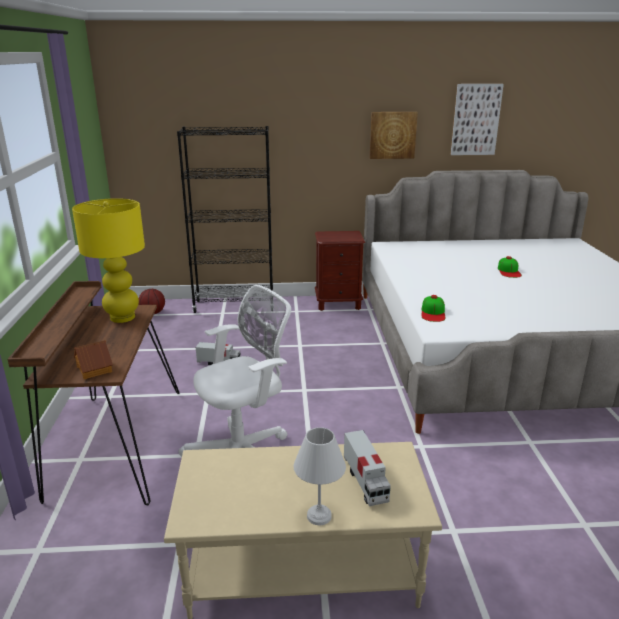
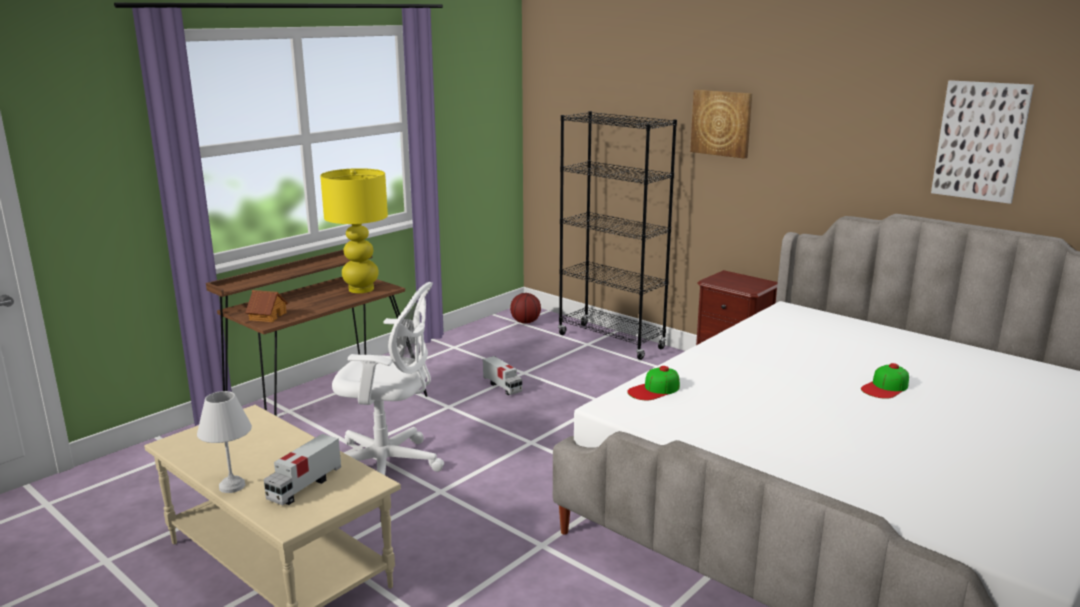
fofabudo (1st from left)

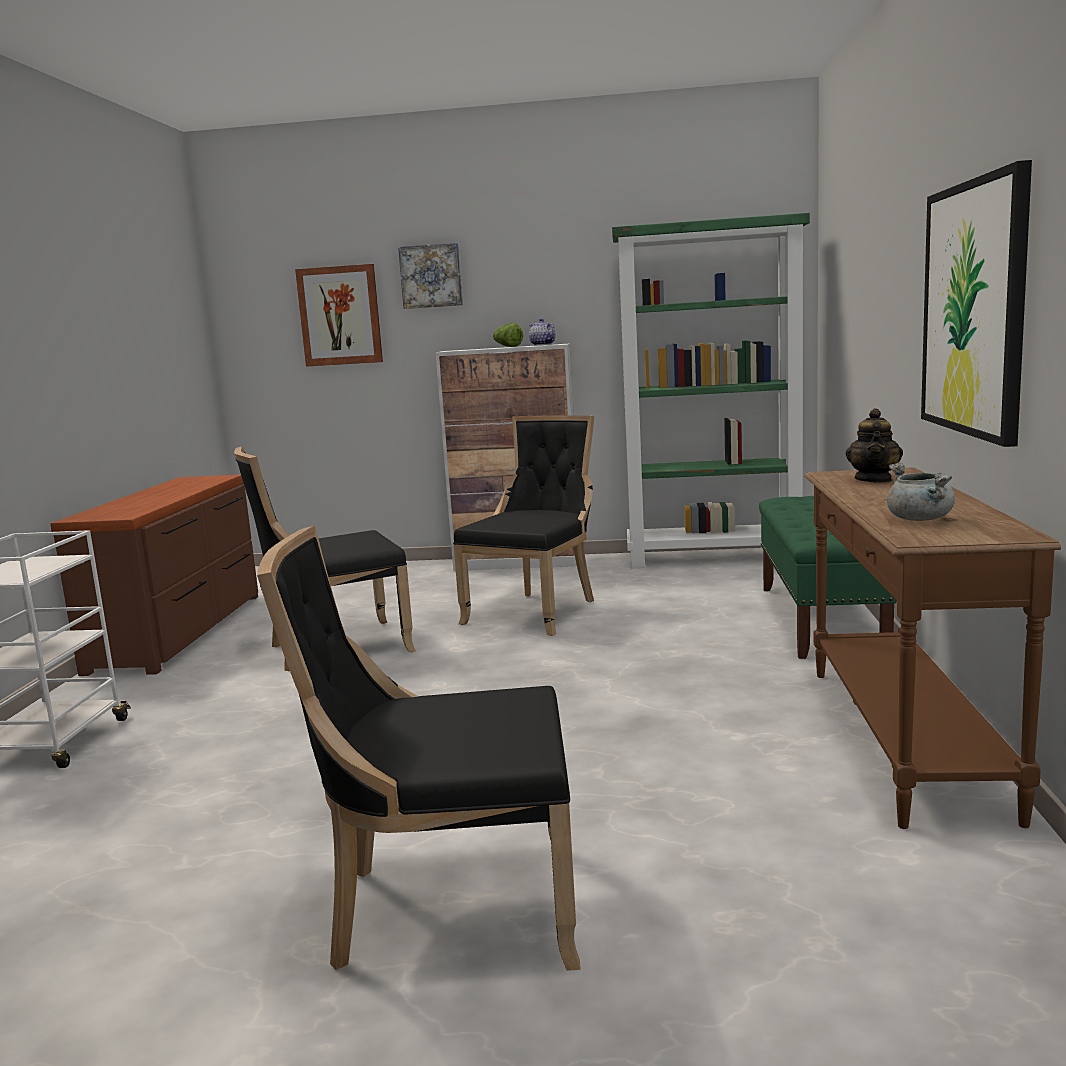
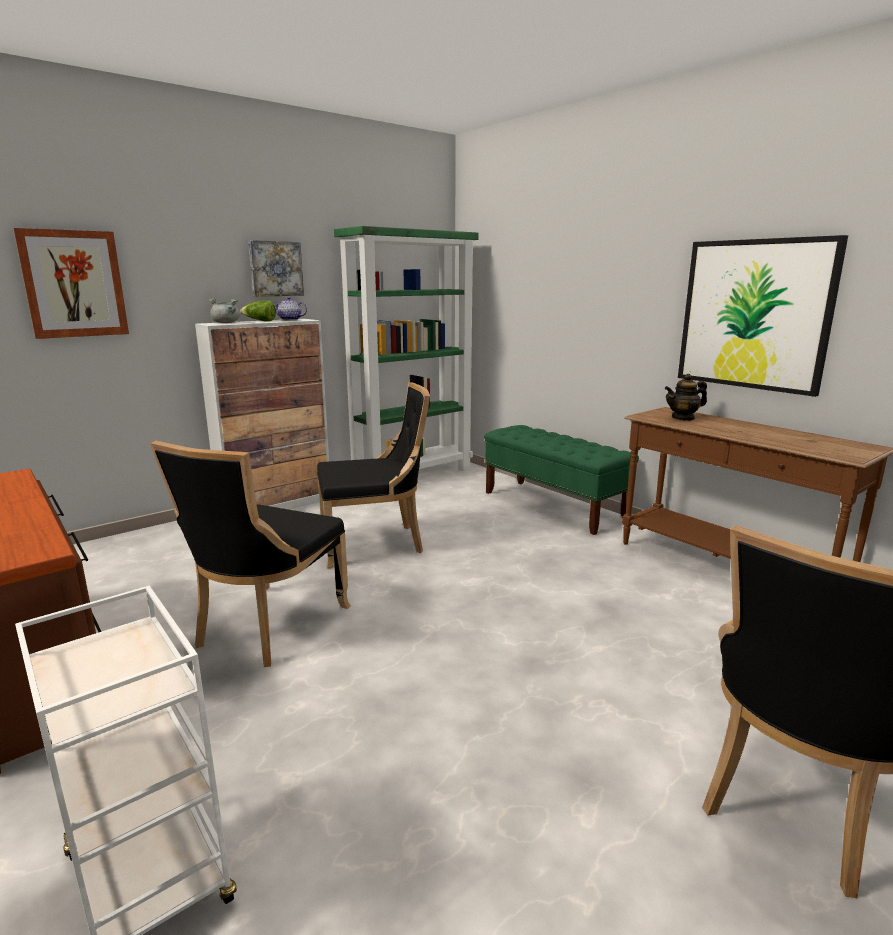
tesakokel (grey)
fofabudo (2nd from left)
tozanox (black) (2nd from left)
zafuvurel (2nd from left)

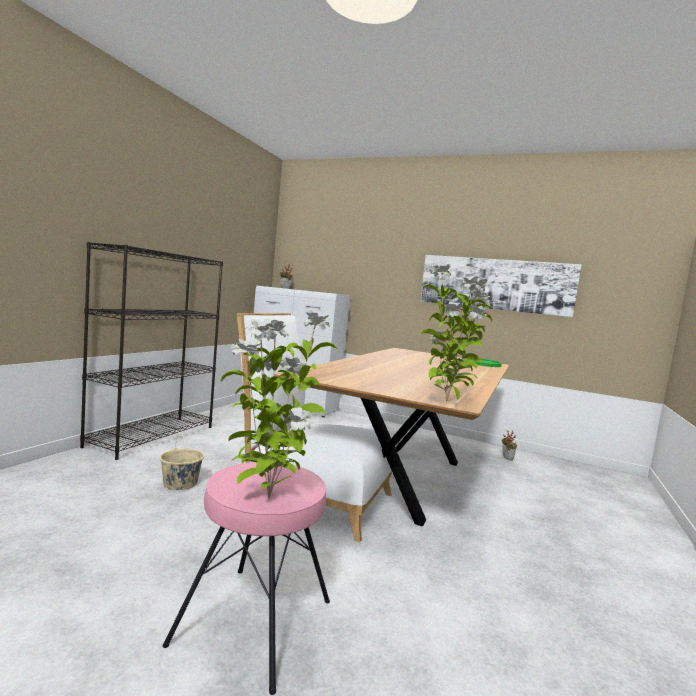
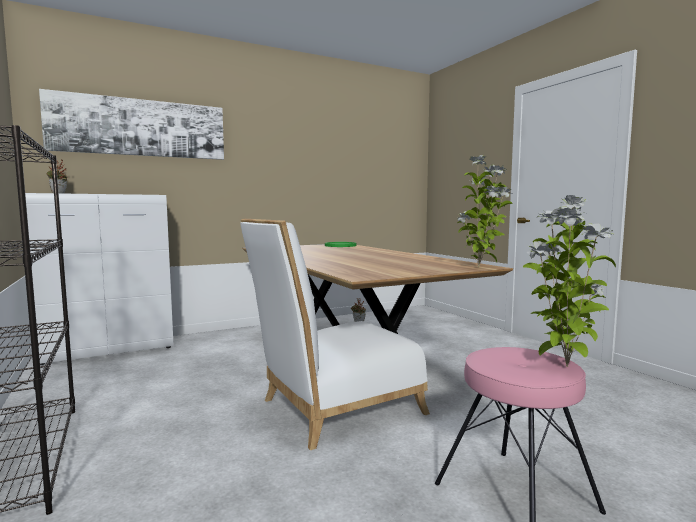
fofabudo
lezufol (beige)

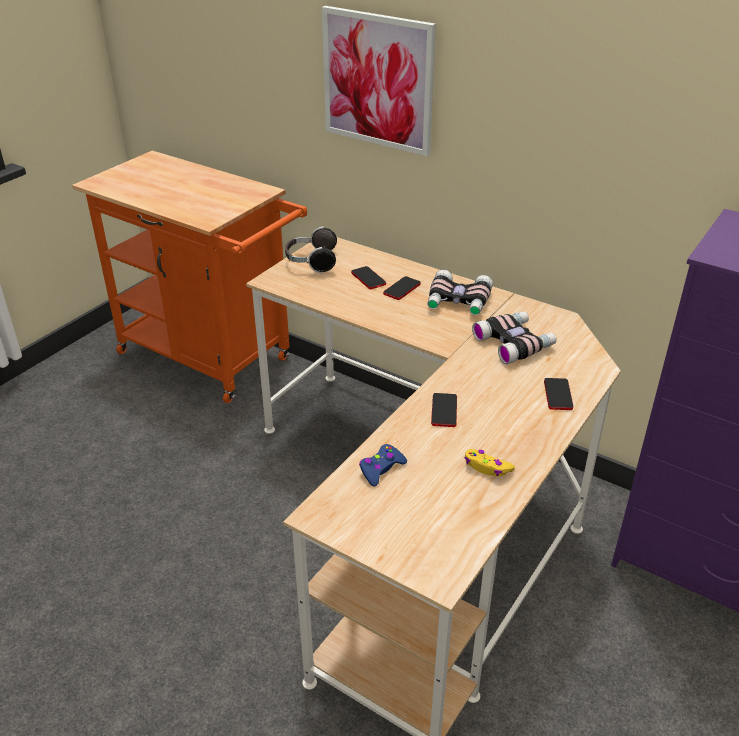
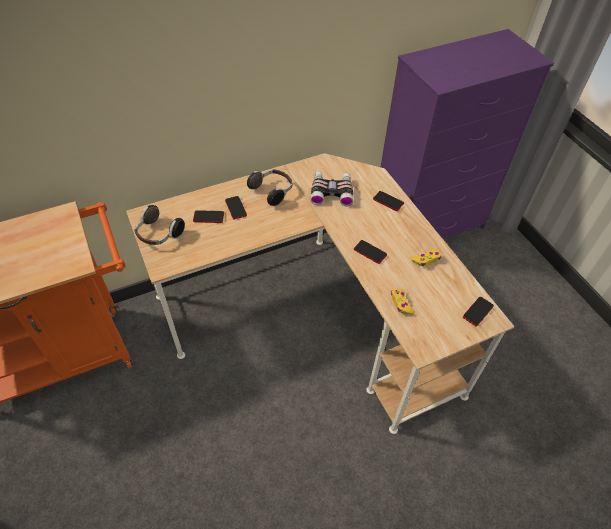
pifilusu (2nd from left)
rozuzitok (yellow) (1st from left)
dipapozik (5th from left)
fofabudo

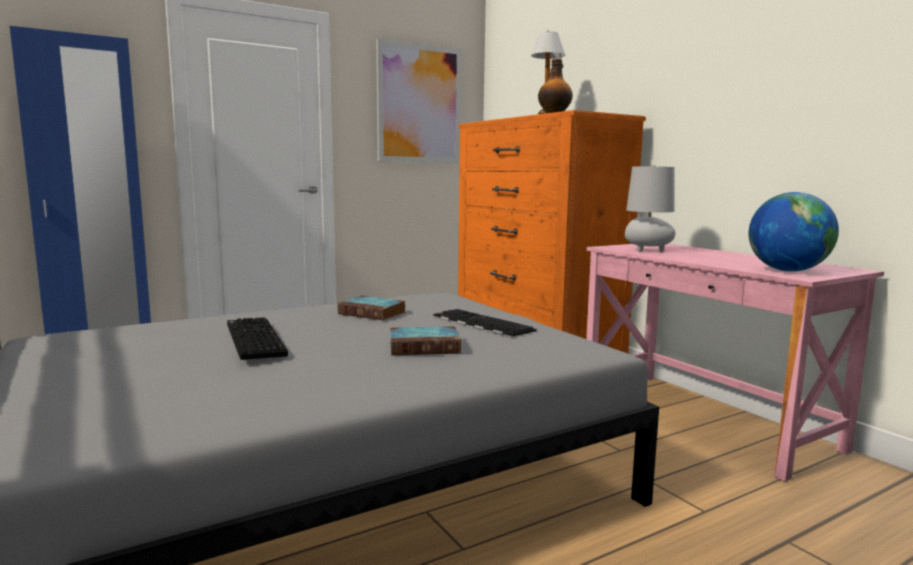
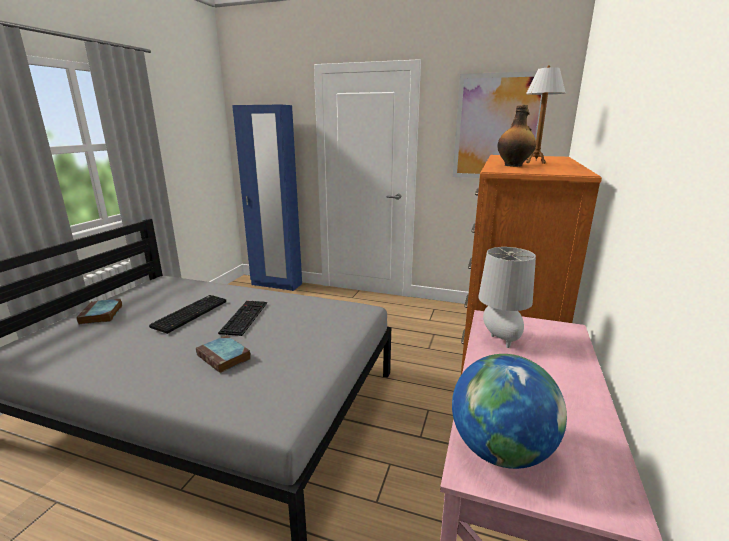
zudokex (1st from left)
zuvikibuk (2nd from left)

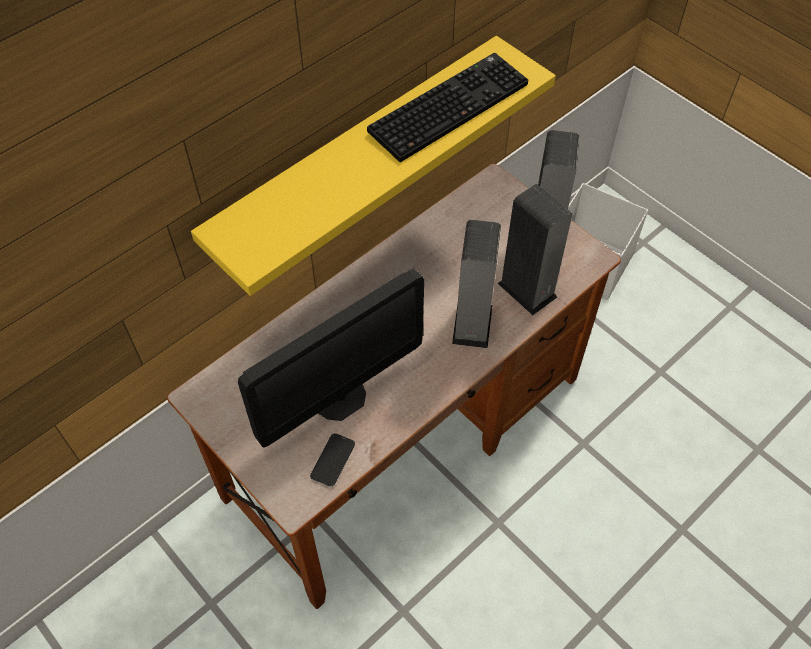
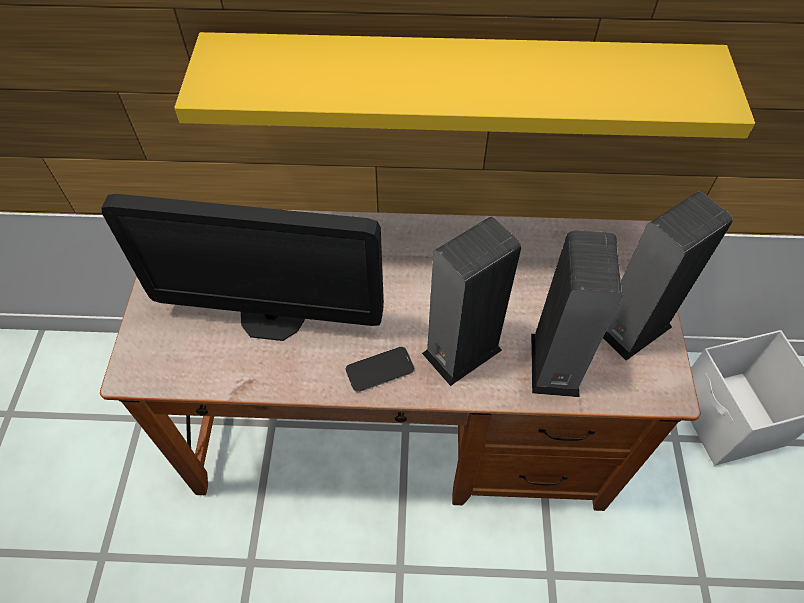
dipapozik
zuvikibuk

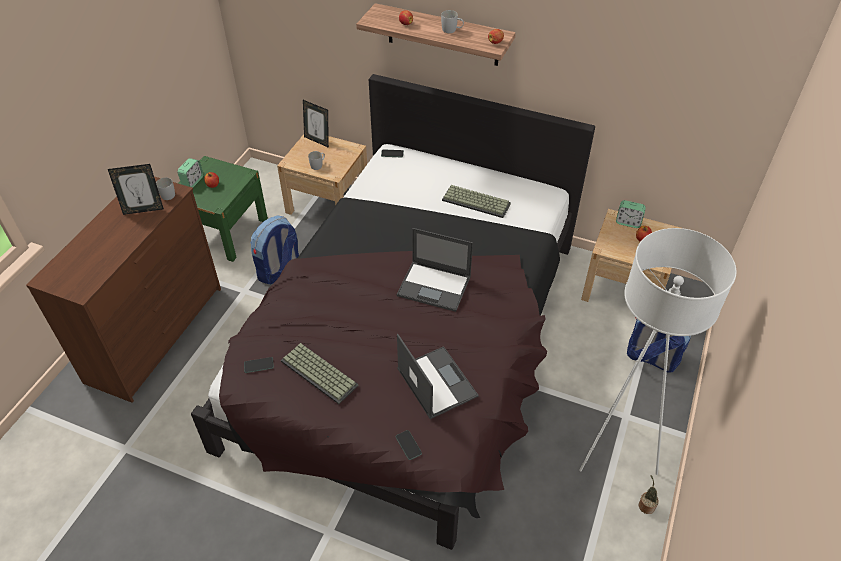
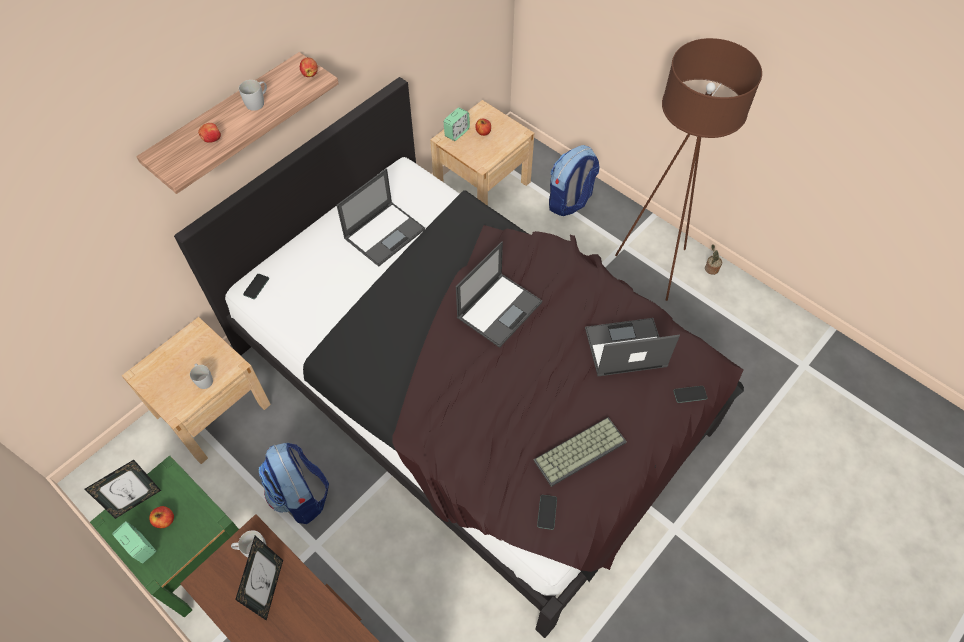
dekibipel (1st from left)
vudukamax (1st from left)
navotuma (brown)

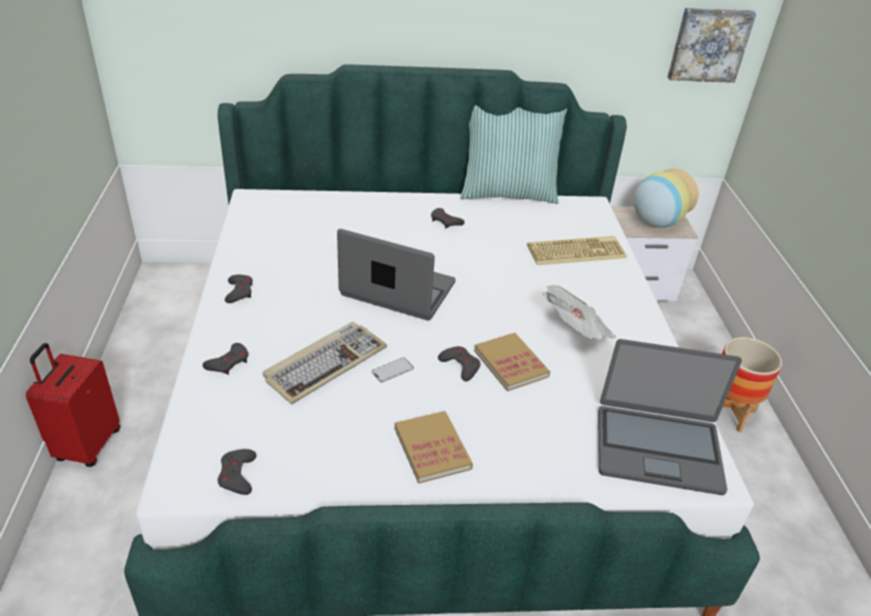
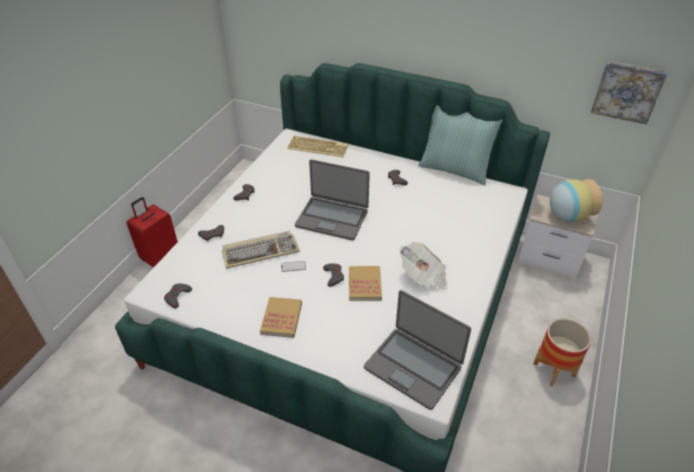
zuvikibuk (2nd from left)
vudukamax (1st from left)

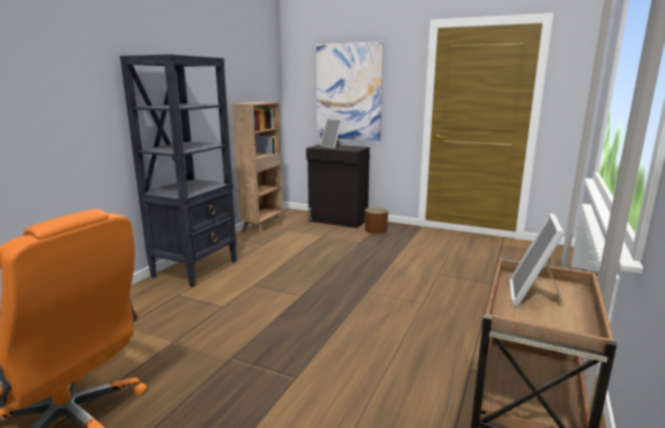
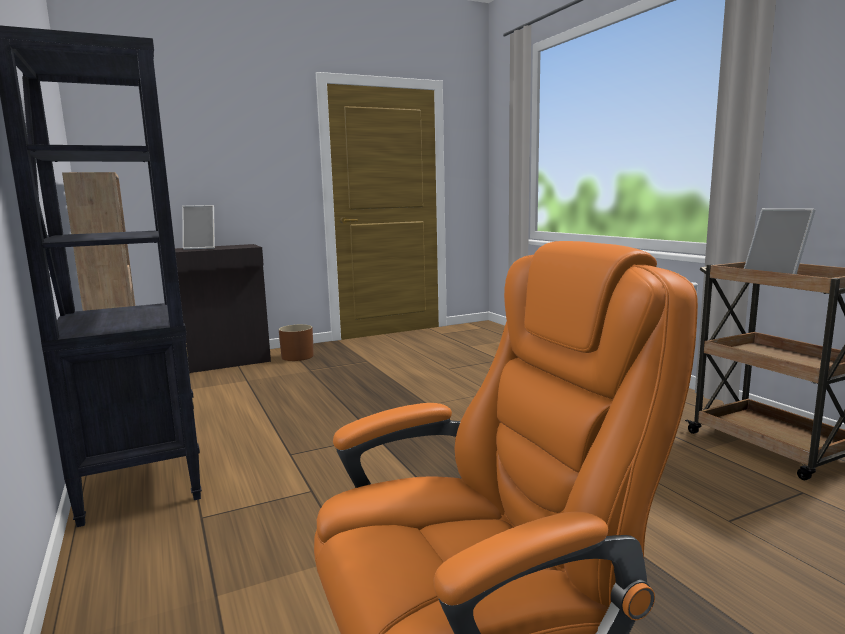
fofabudo

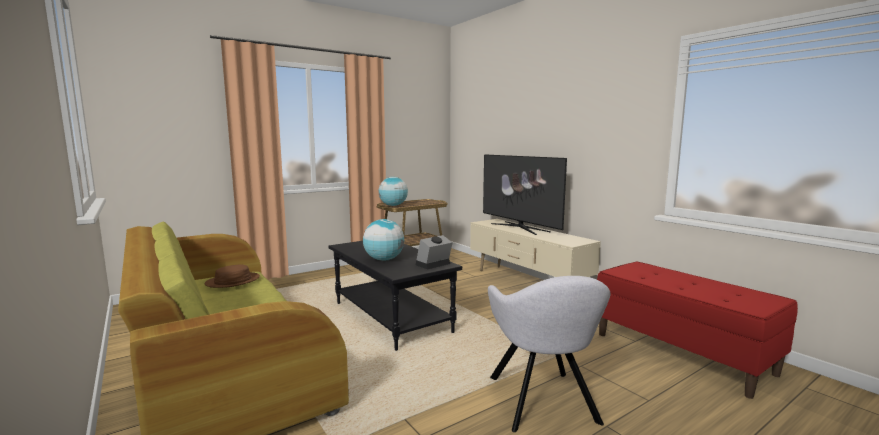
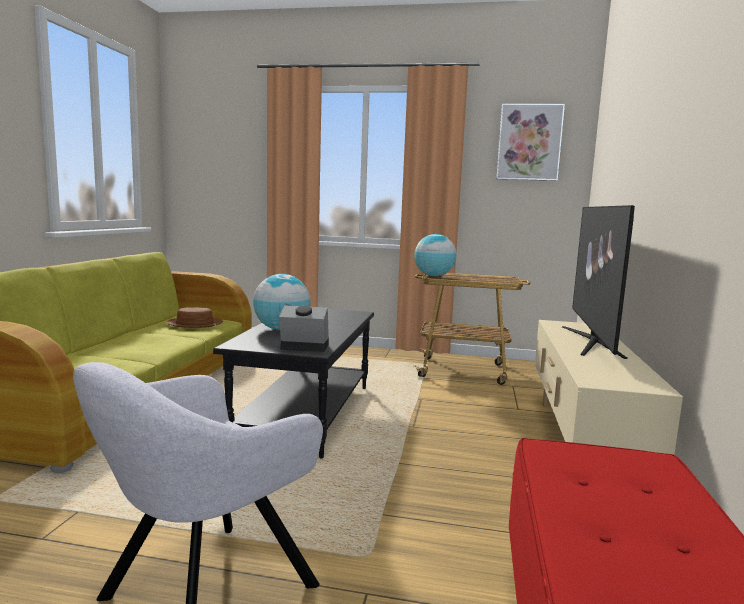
fofabudo

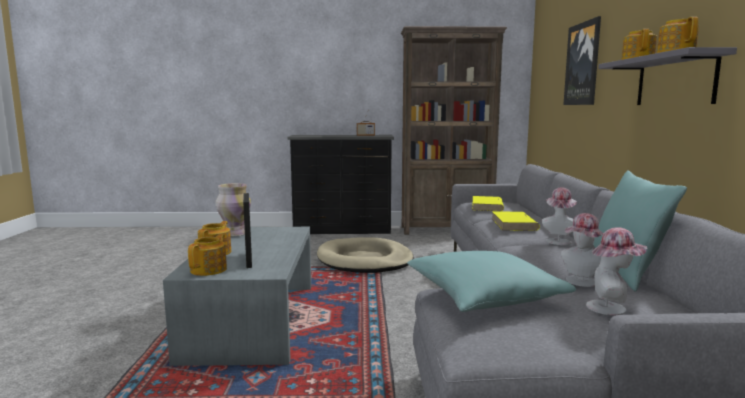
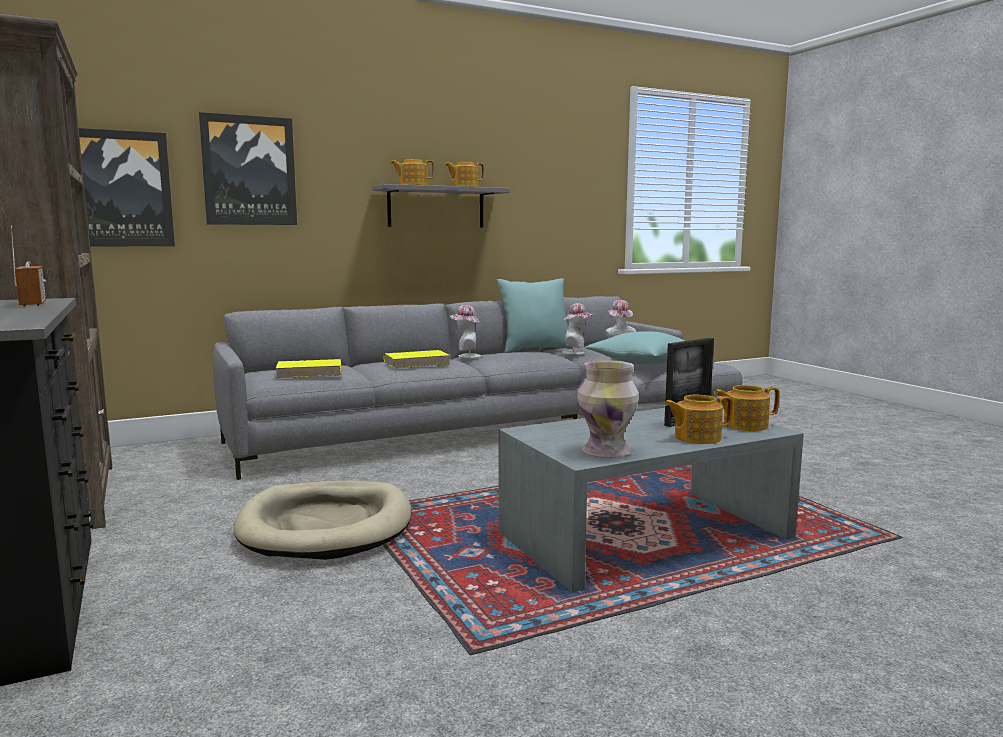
fofabudo (1st from left)

